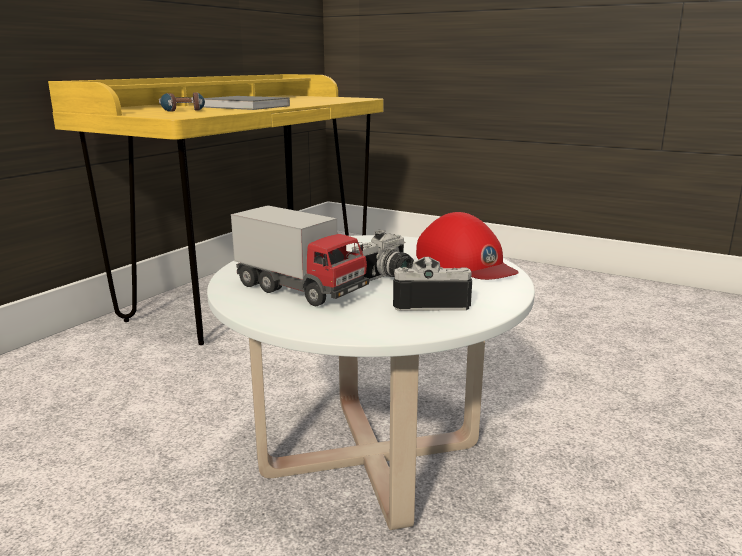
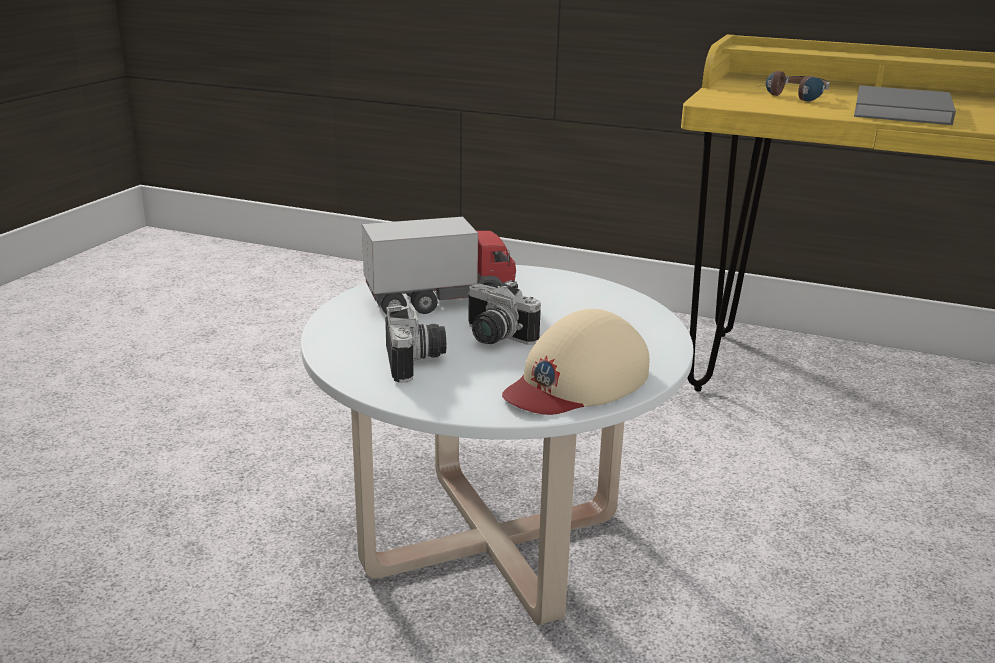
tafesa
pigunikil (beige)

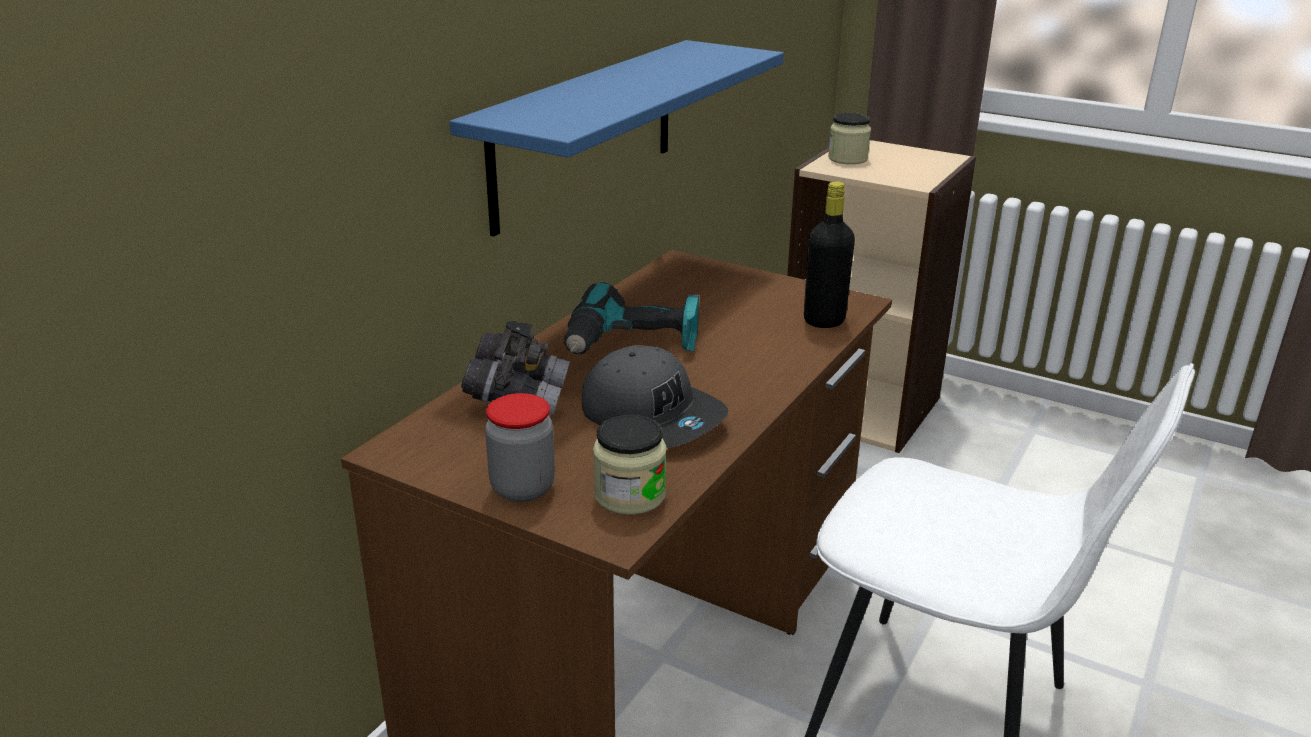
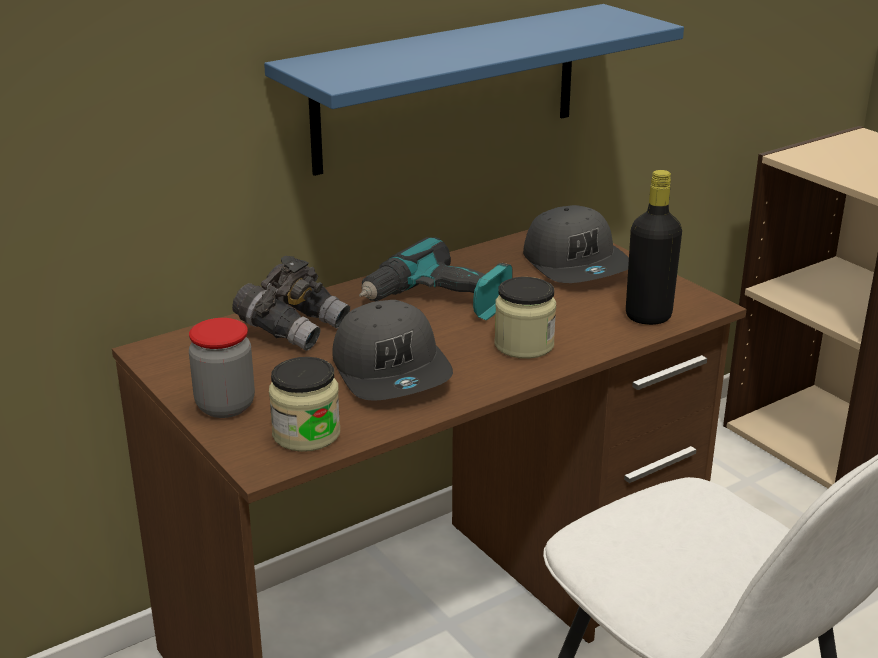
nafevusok (3rd from left)
pigunikil (grey) (2nd from left)

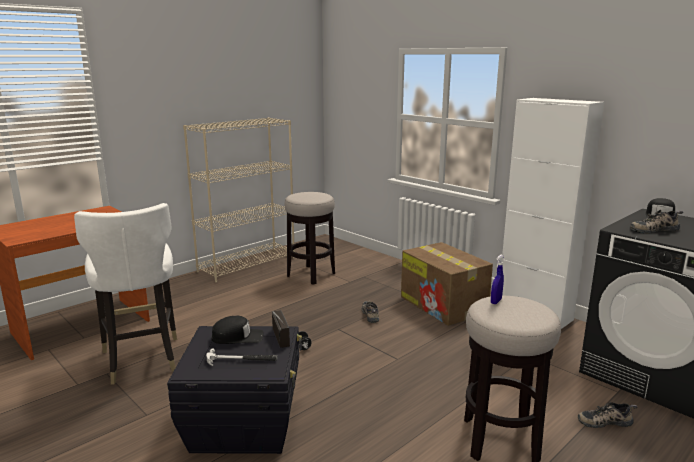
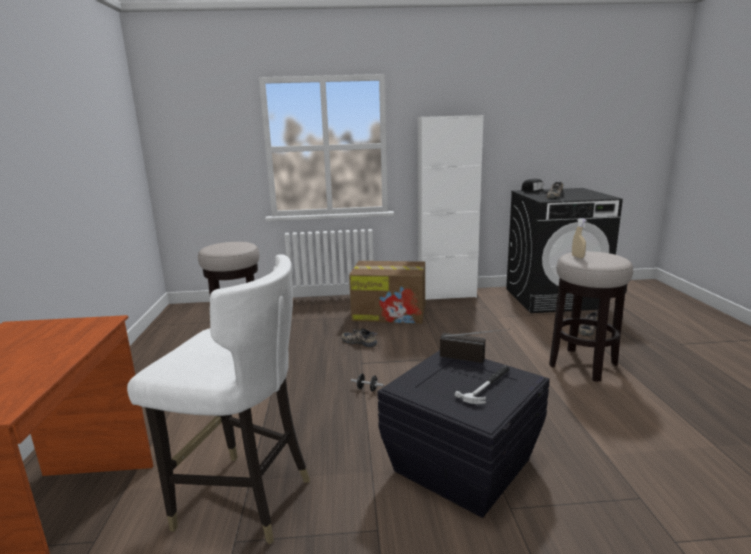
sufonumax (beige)
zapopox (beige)
pigunikil (black) (1st from left in the first image)

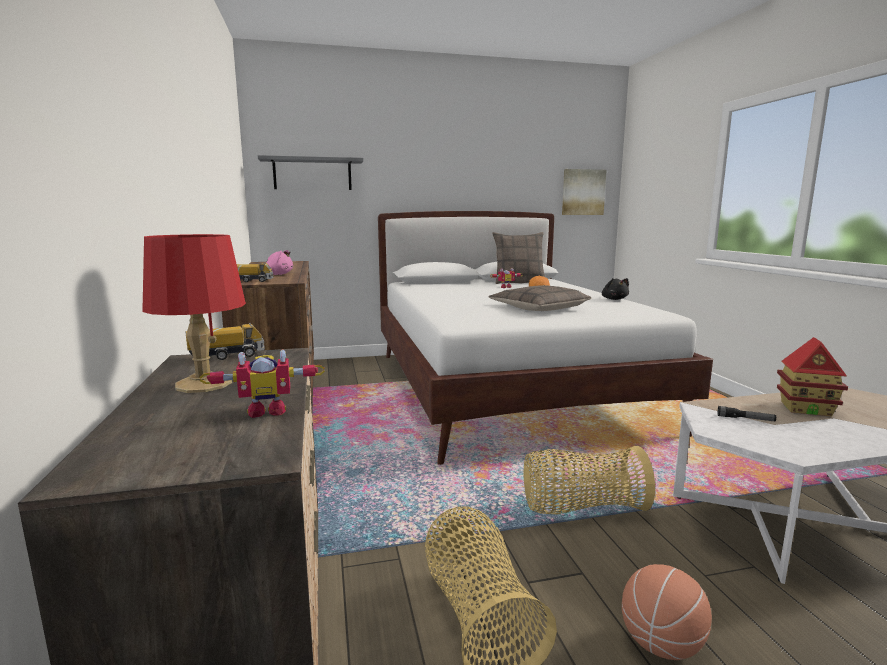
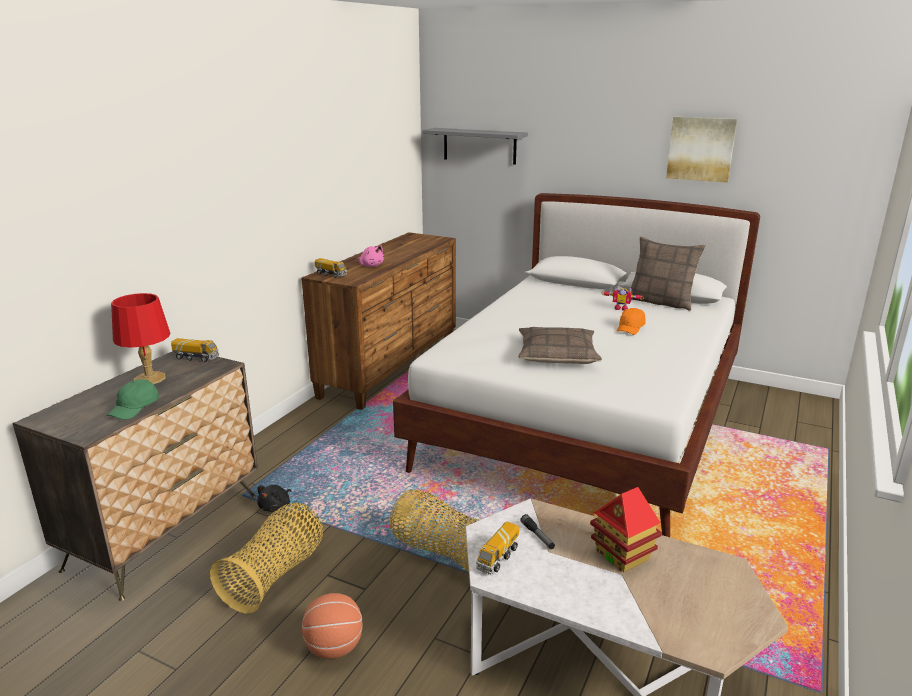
pigunikil (green)
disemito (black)
tafesa (3rd from left)
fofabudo

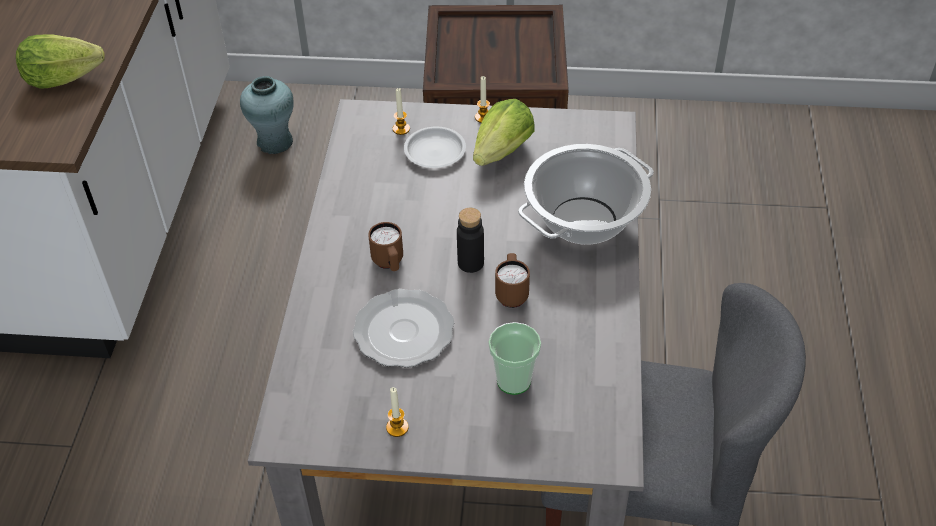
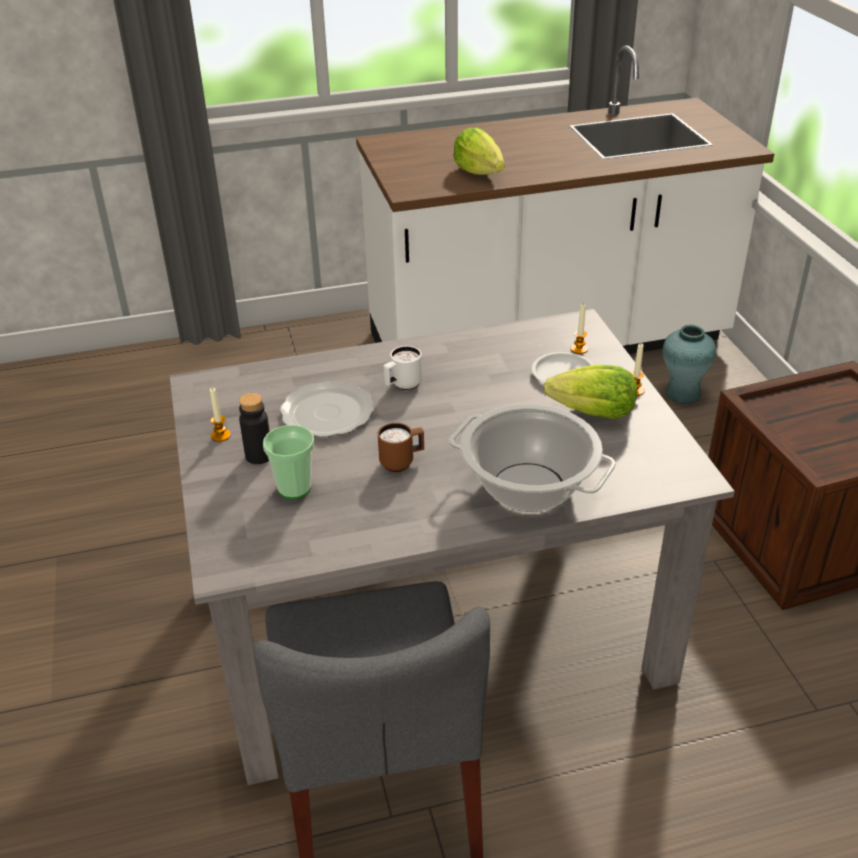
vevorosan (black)
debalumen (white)

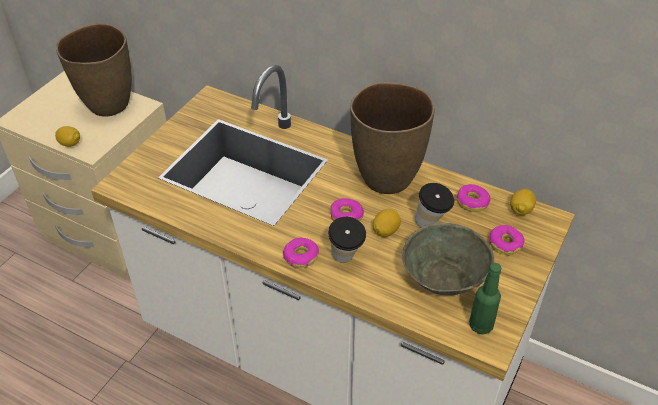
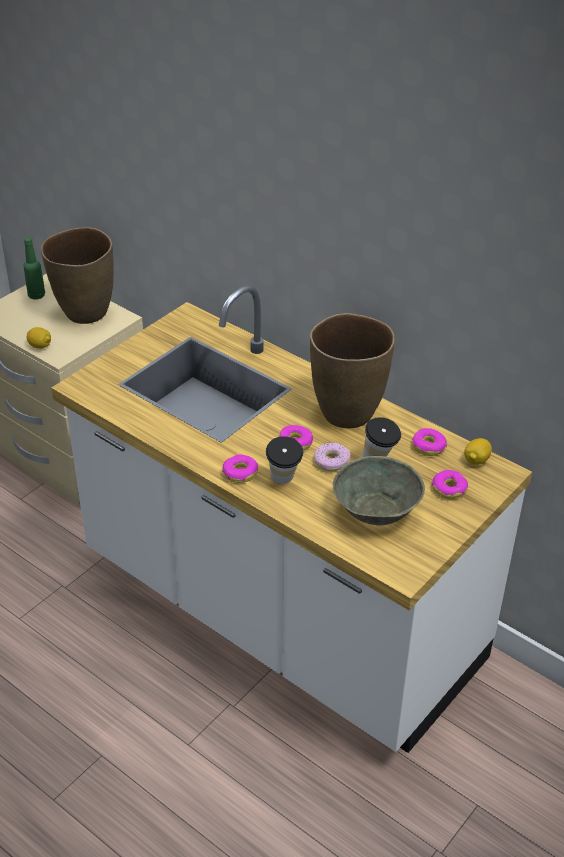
vevorosan (green)
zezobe (3rd from left)

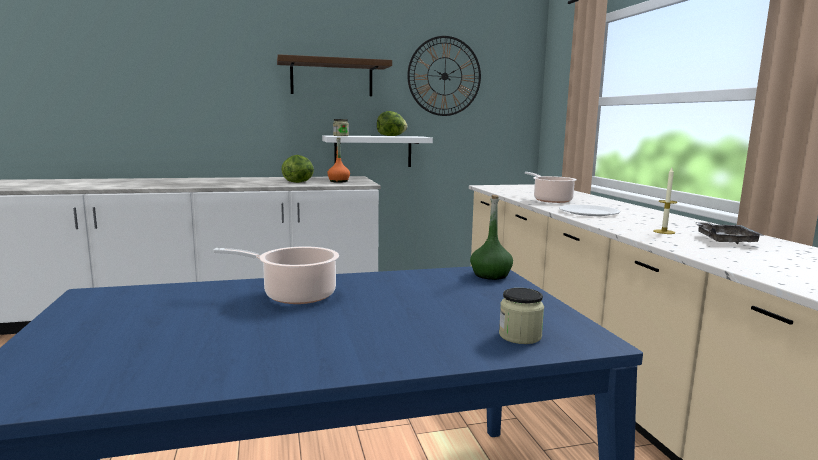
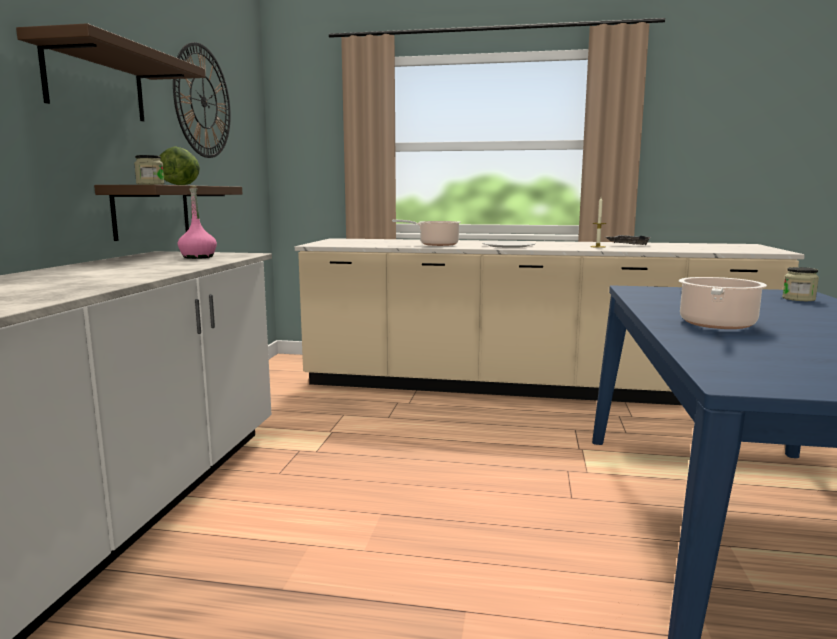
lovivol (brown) (2nd from left)
vevorosan (pink)
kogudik (1st from left in the first image)
vevorosan (green)

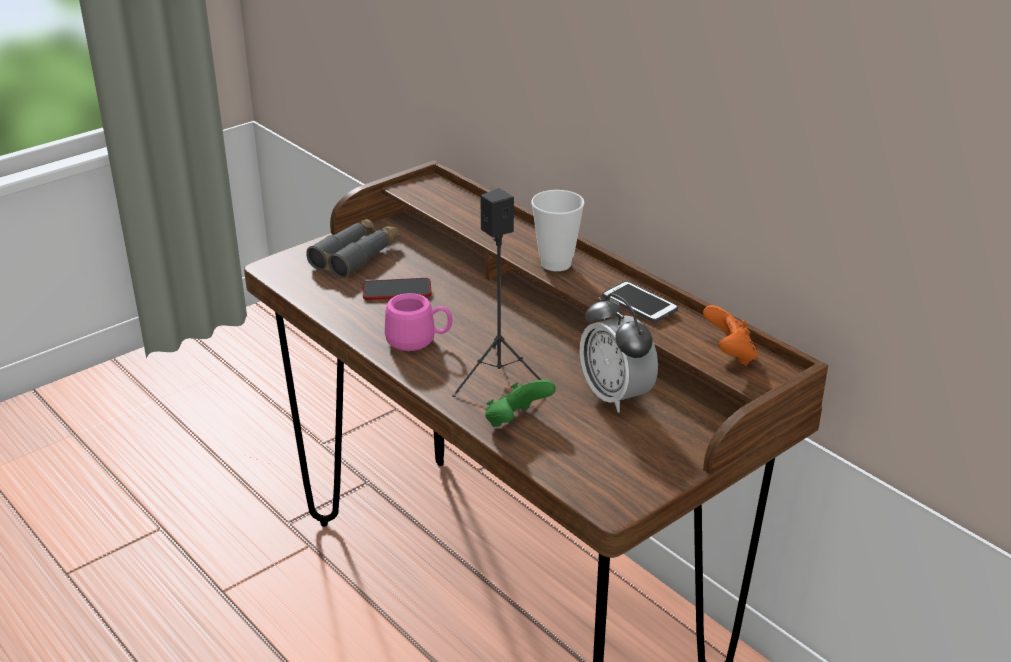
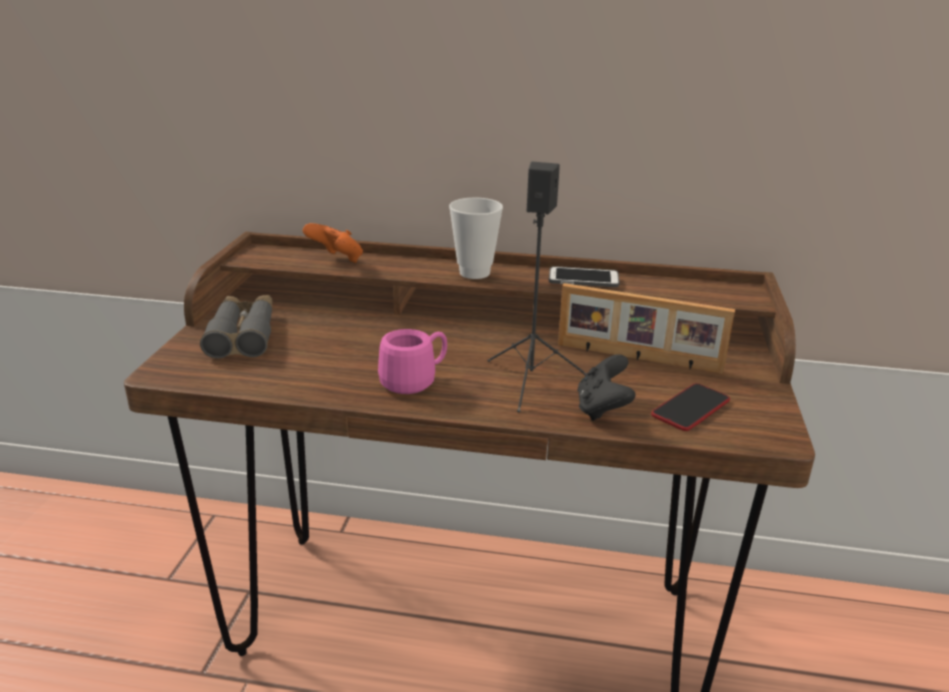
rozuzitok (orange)
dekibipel
rozuzitok (black)
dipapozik (2nd from left)

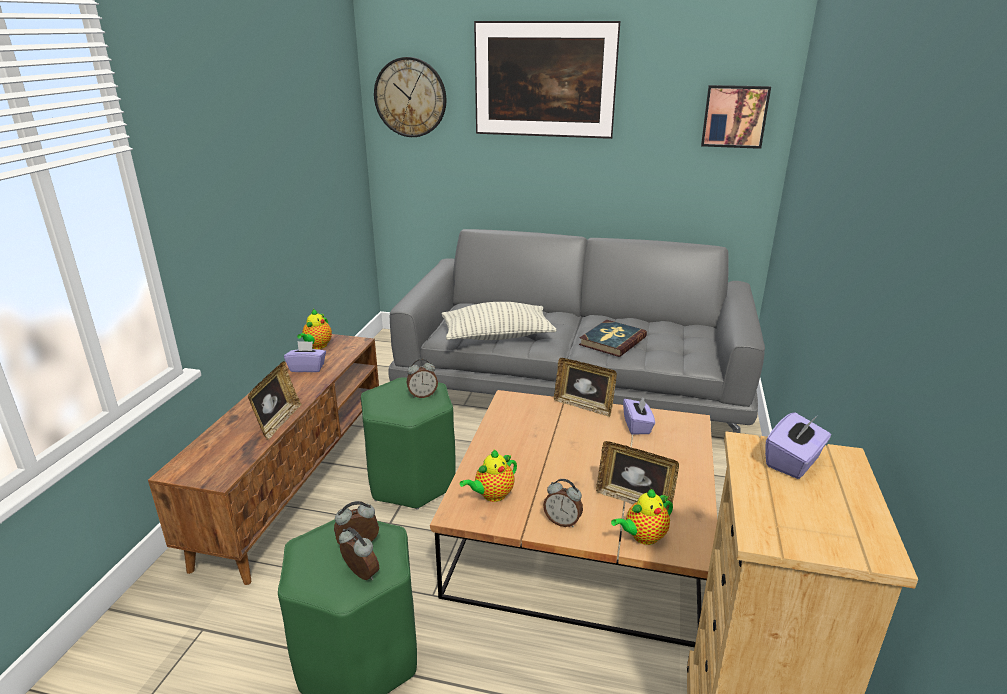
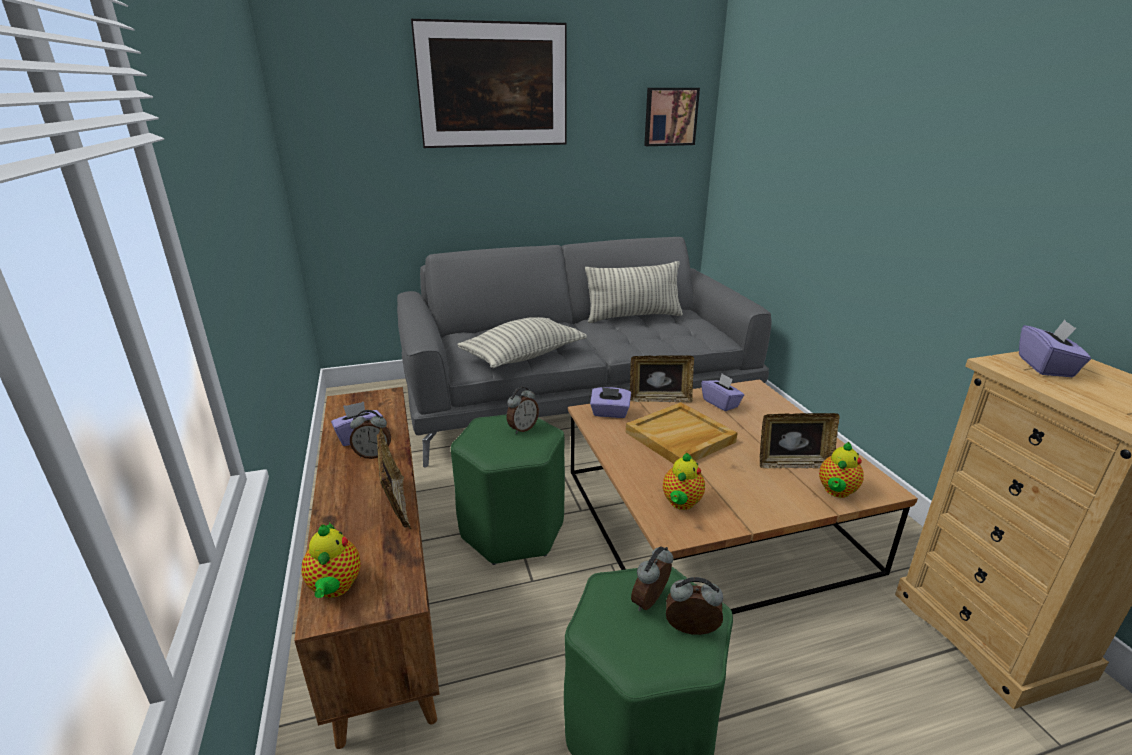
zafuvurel (1st from left)
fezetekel (1st from left)
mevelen (2nd from left)
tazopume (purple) (2nd from left)
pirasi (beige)
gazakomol
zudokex

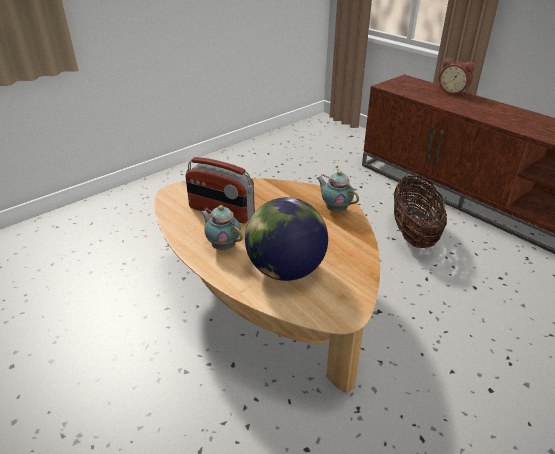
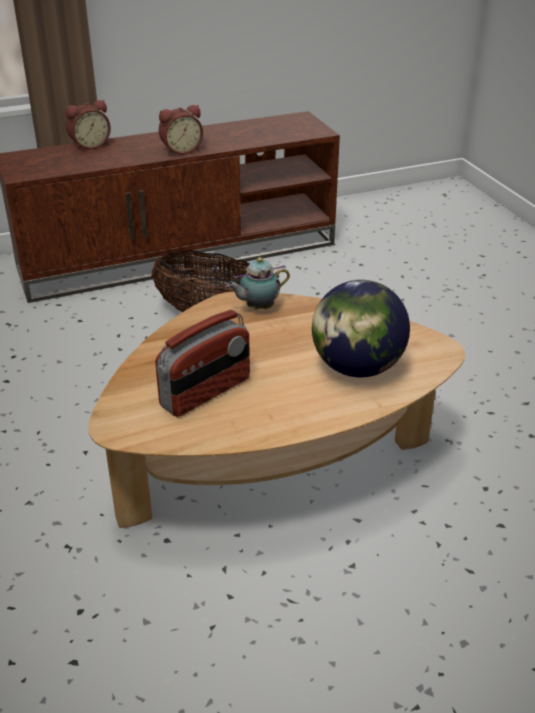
fezetekel (2nd from left)
zafuvurel (1st from left in the first image)

